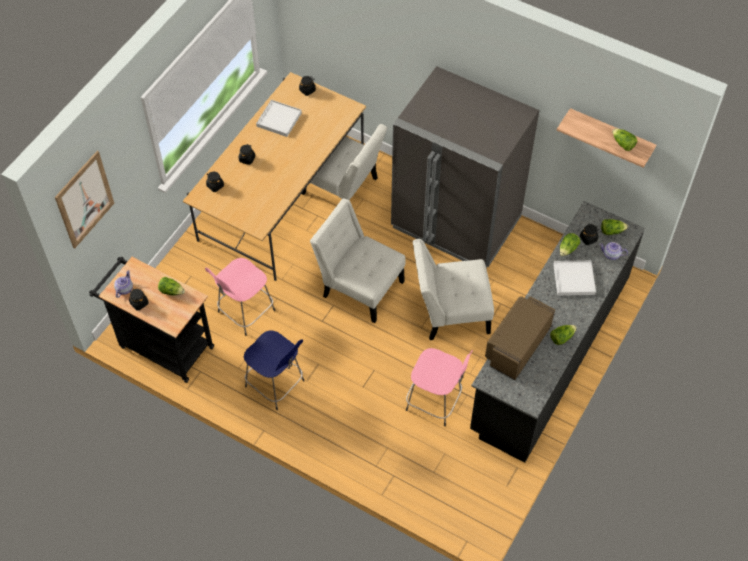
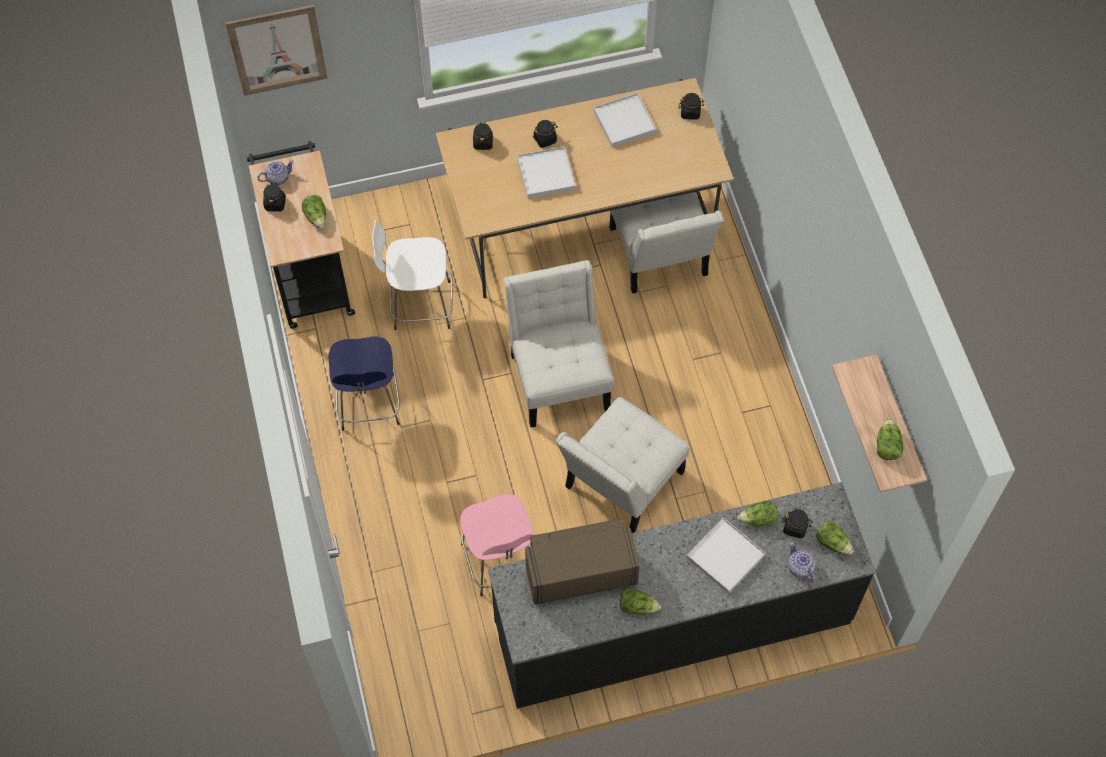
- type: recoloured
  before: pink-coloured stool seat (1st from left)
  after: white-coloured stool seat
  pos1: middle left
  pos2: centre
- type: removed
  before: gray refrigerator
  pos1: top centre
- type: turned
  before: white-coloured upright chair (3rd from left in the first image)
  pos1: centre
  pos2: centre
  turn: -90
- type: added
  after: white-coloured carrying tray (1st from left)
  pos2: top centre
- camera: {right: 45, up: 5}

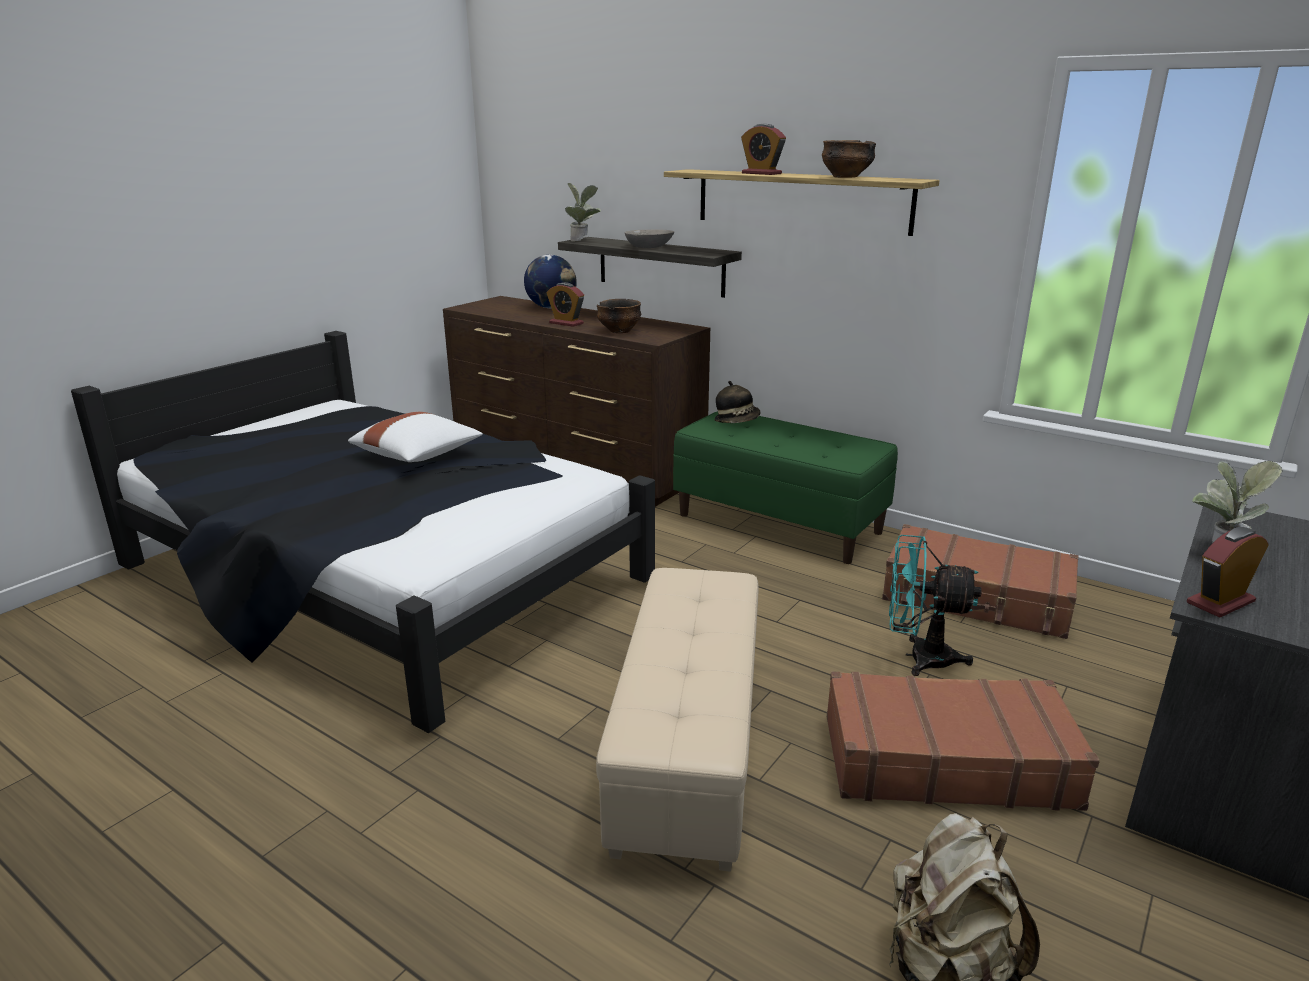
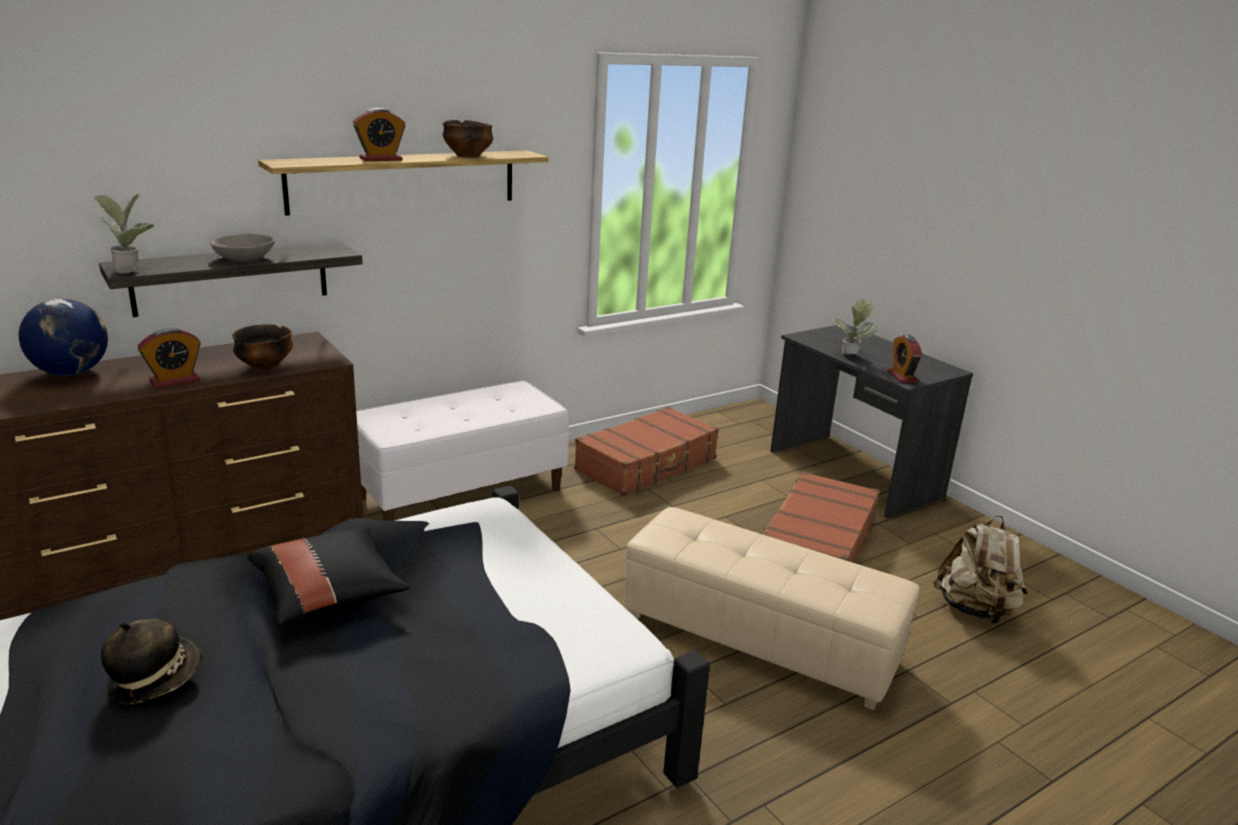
- type: recoloured
  before: white-coloured pillow
  after: black-coloured pillow
  pos1: middle left
  pos2: bottom left
- type: recoloured
  before: greenish indoor bench
  after: white-coloured indoor bench
  pos1: centre
  pos2: centre
- type: moved
  before: wearable hat
  pos1: centre
  pos2: bottom left
- type: removed
  before: turquoise electric fan
  pos1: middle right
- camera: {right: -70, up: 0}

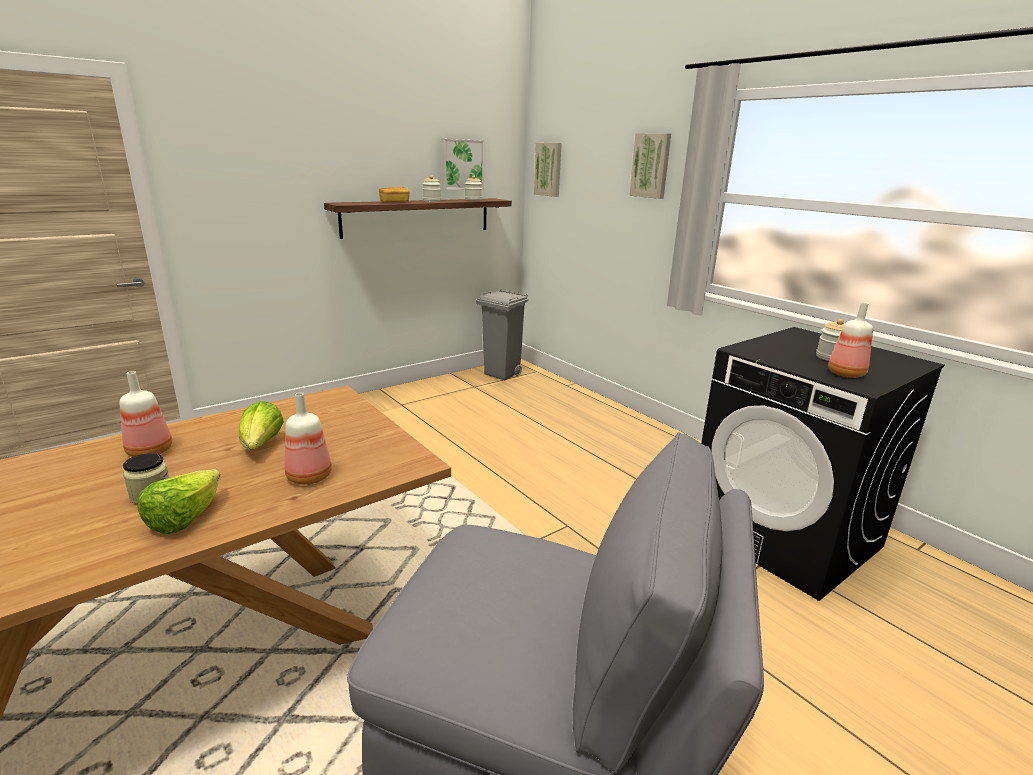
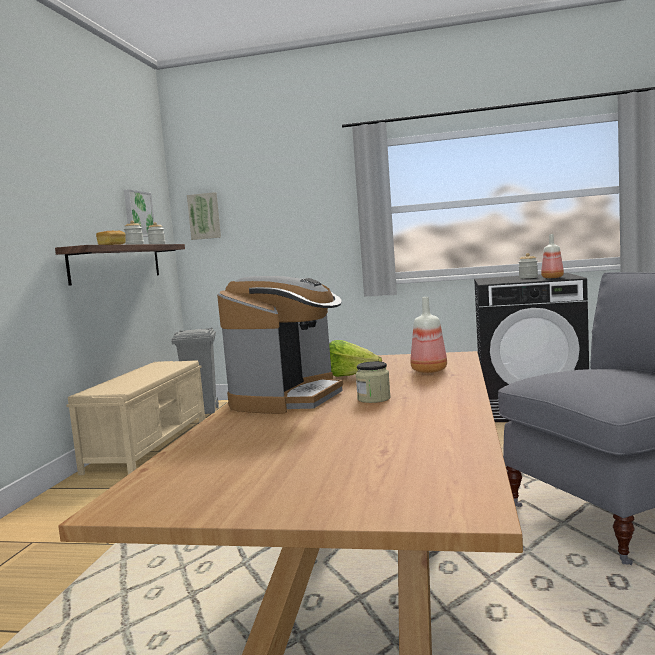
- type: replaced
  before: beverage bottle (1st from left)
  after: coffee machine
  pos1: middle left
  pos2: centre
- type: removed
  before: lettuce head (1st from left)
  pos1: middle left
- type: removed
  before: wall picture (3rd from left)
  pos1: top centre
- type: added
  after: sand-coloured indoor bench
  pos2: middle left
- camera: {right: -40, up: -15}

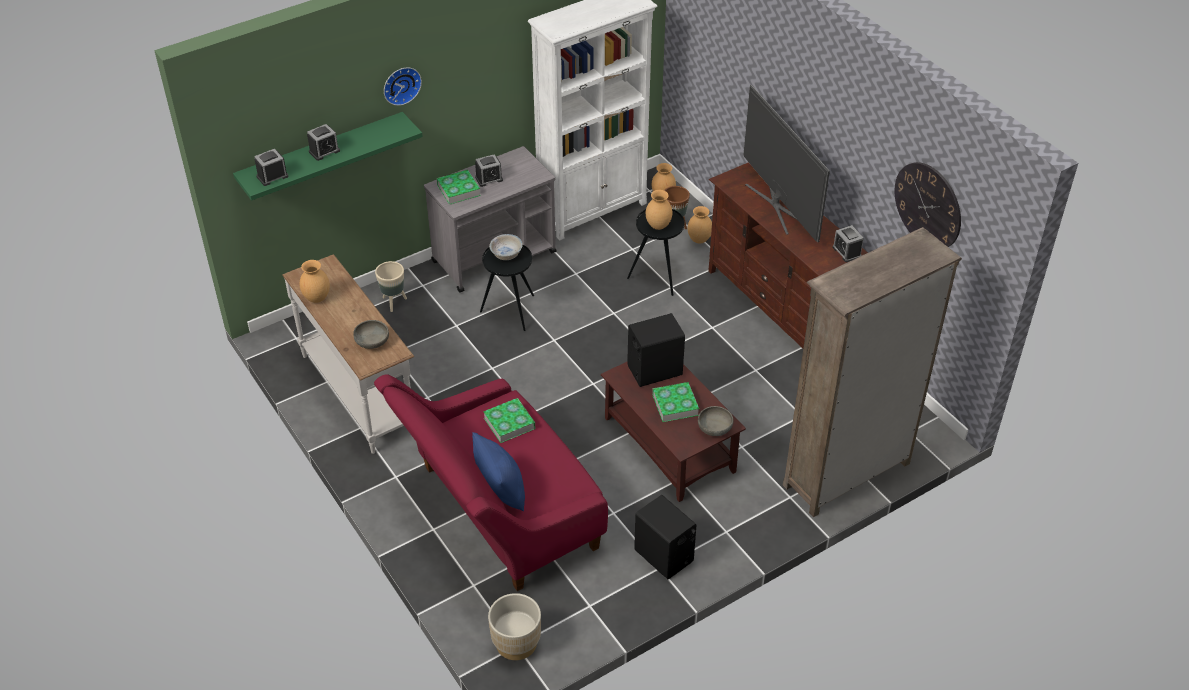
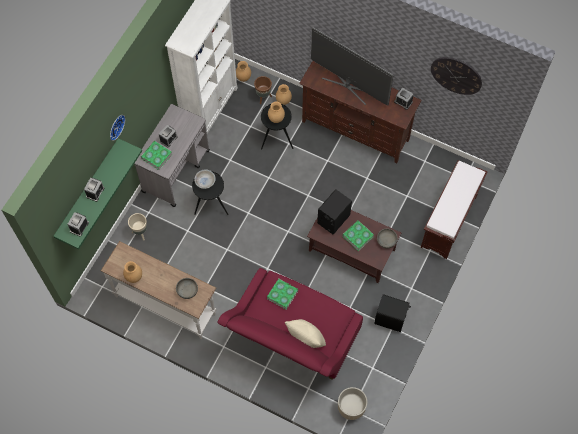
- type: recoloured
  before: blue-coloured pillow
  after: sand-coloured pillow
  pos1: bottom centre
  pos2: bottom centre
- type: replaced
  before: brown shelving unit
  after: brown indoor bench
  pos1: middle right
  pos2: middle right
- camera: {right: -30, up: 20}

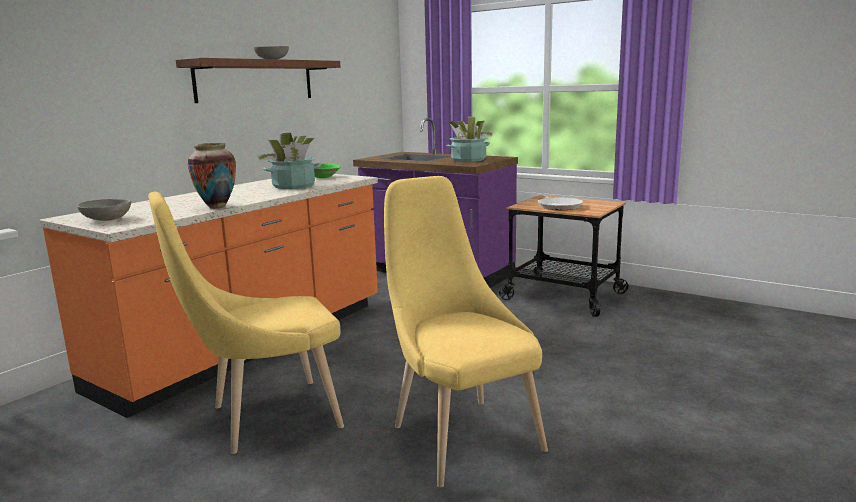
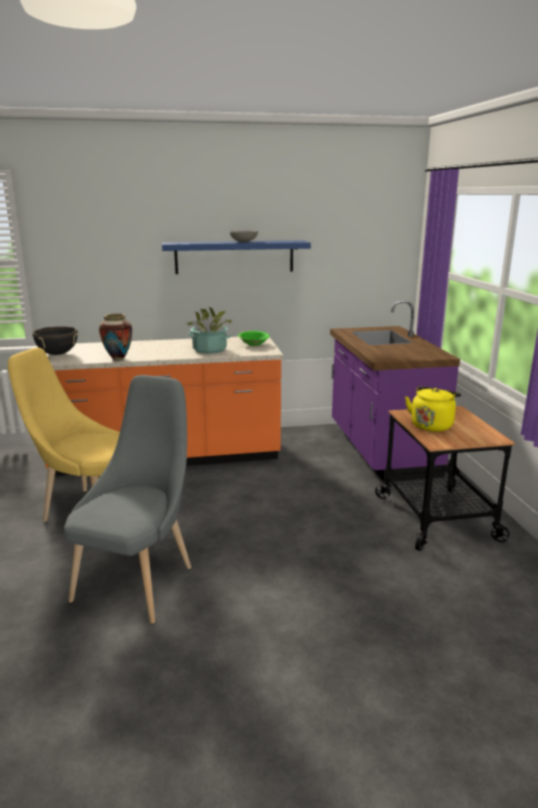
- type: replaced
  before: gray bowl (1st from left)
  after: black-coloured cooking pot
  pos1: middle left
  pos2: middle left
- type: recoloured
  before: brown wall shelf
  after: blue-coloured wall shelf
  pos1: top left
  pos2: top centre
- type: recoloured
  before: yellow upright chair (2nd from left)
  after: gray upright chair
  pos1: centre
  pos2: middle left
- type: removed
  before: potted plant (2nd from left)
  pos1: top centre
- type: replaced
  before: pan
  after: yellow kettle
  pos1: centre
  pos2: middle right
- camera: {right: 45, up: 5}

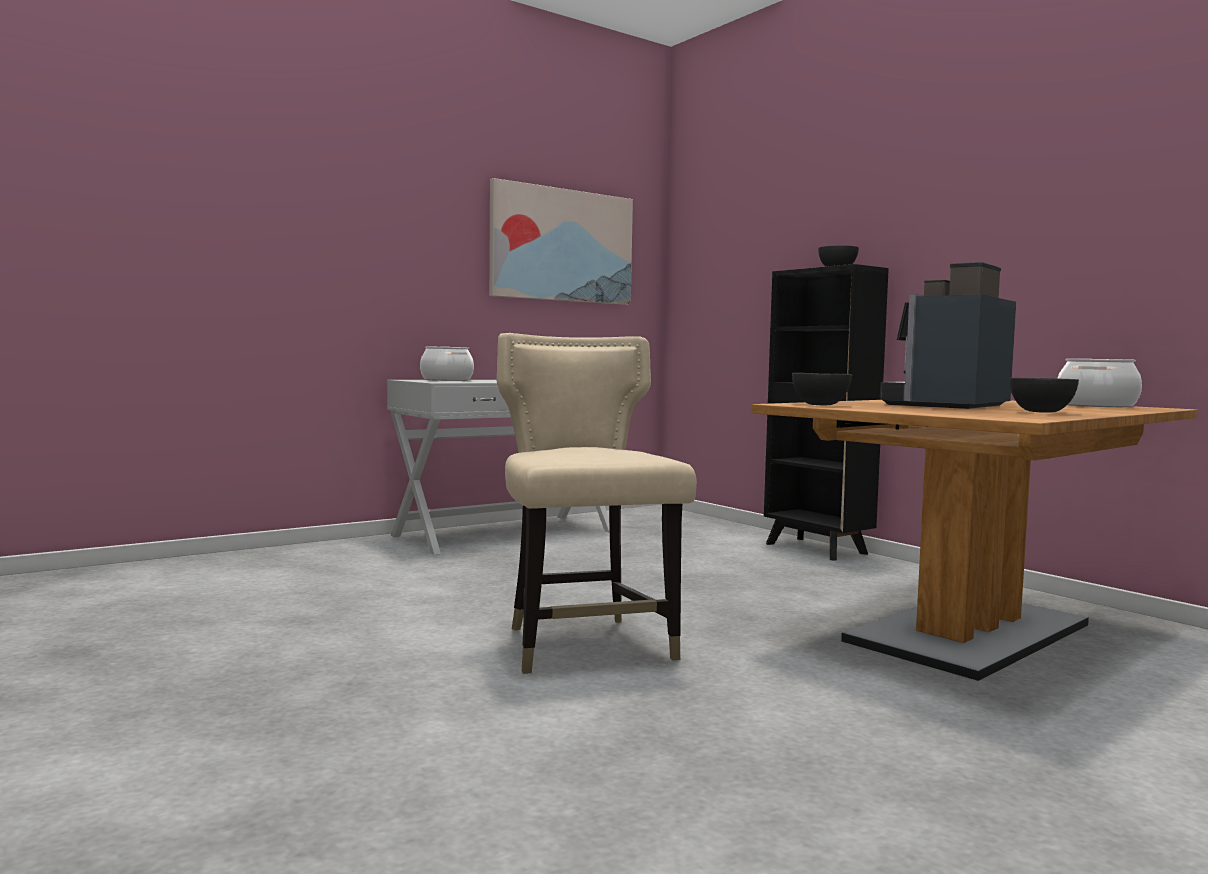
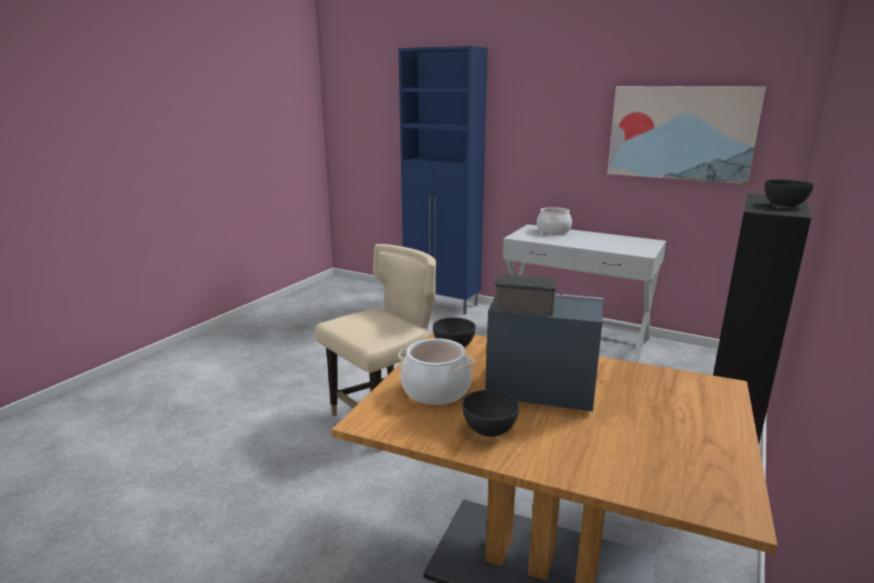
- type: moved
  before: cooking pot (2nd from left in the first image)
  after: cooking pot (1st from left)
  pos1: middle right
  pos2: centre
- type: added
  after: blue-coloured storage cabinet
  pos2: top centre
- camera: {right: 65, up: 15}

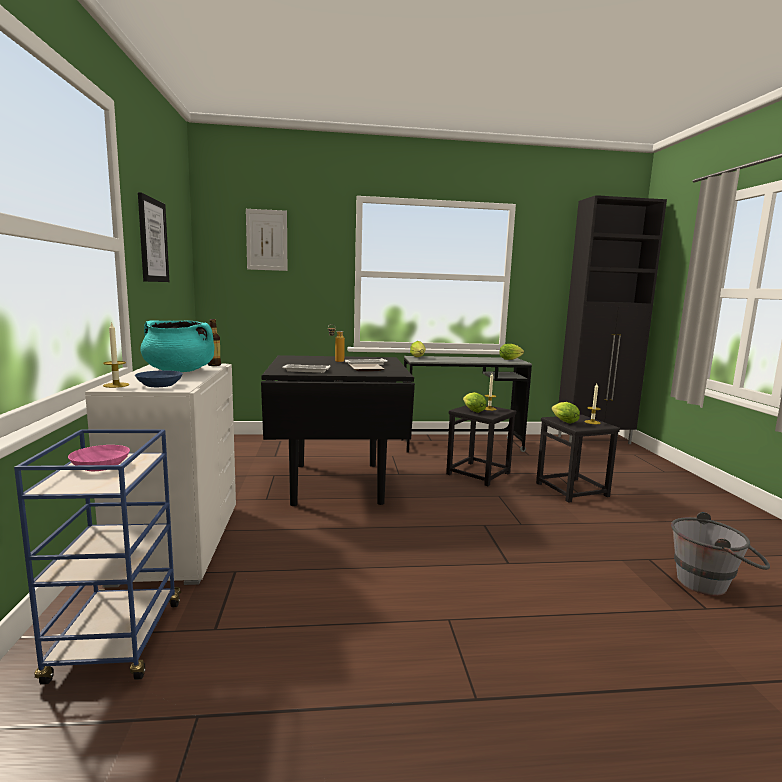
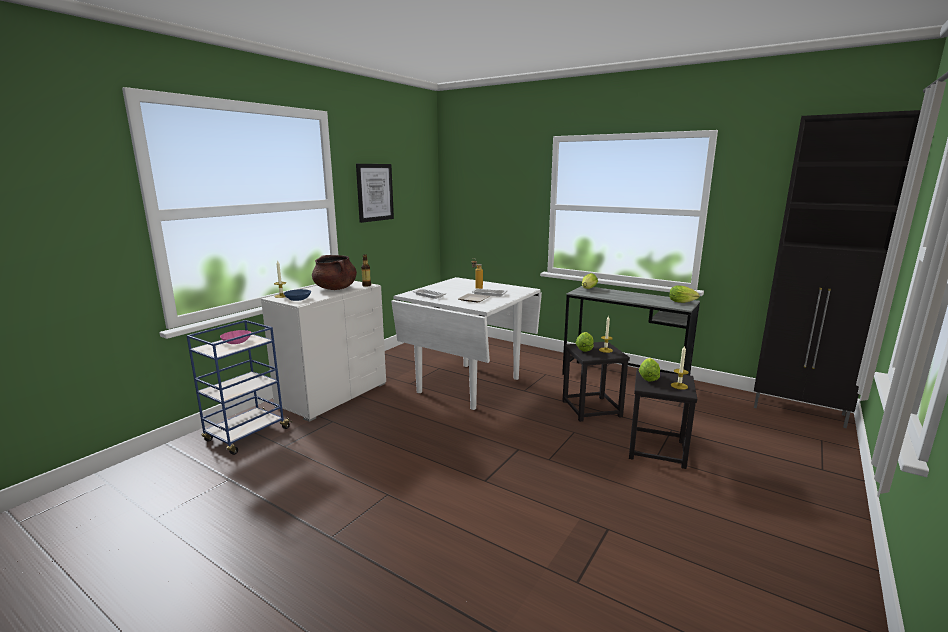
- type: recoloured
  before: turquoise cooking pot
  after: brown cooking pot
  pos1: middle left
  pos2: centre
- type: removed
  before: wall picture (2nd from left)
  pos1: top centre
- type: recoloured
  before: black-coloured dining table
  after: white-coloured dining table
  pos1: centre
  pos2: centre
- type: removed
  before: gray water bucket
  pos1: bottom right
- camera: {right: 40, up: 5}

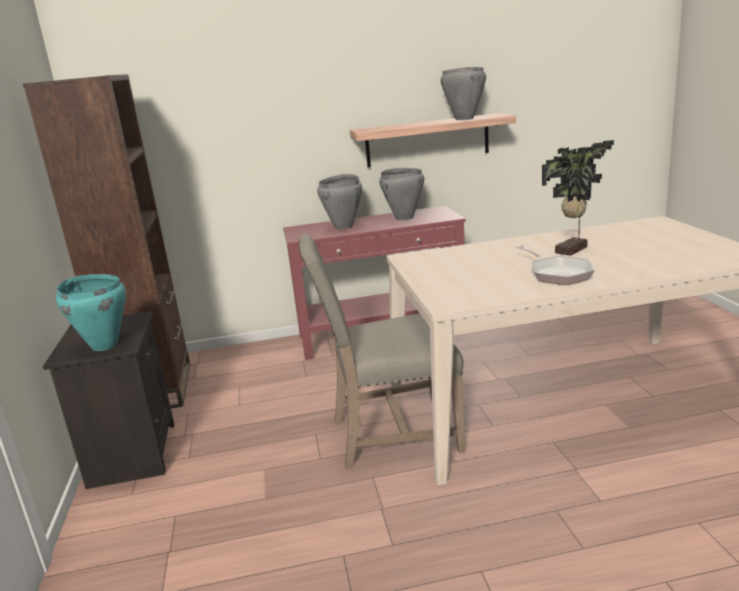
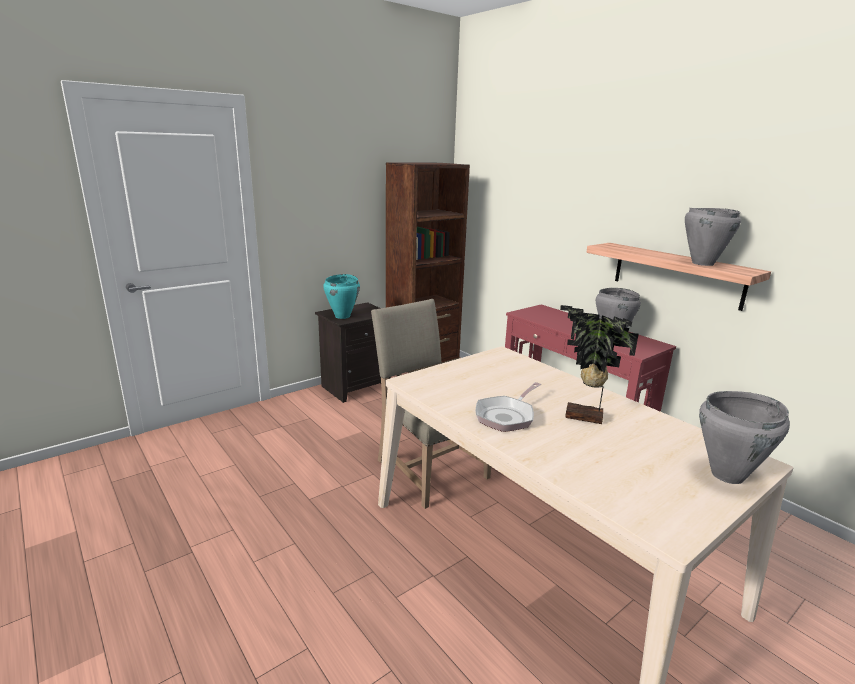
- type: moved
  before: gray cooking pot (1st from left in the first image)
  after: gray cooking pot (3rd from left)
  pos1: centre
  pos2: middle right
- camera: {right: 60, up: 0}

